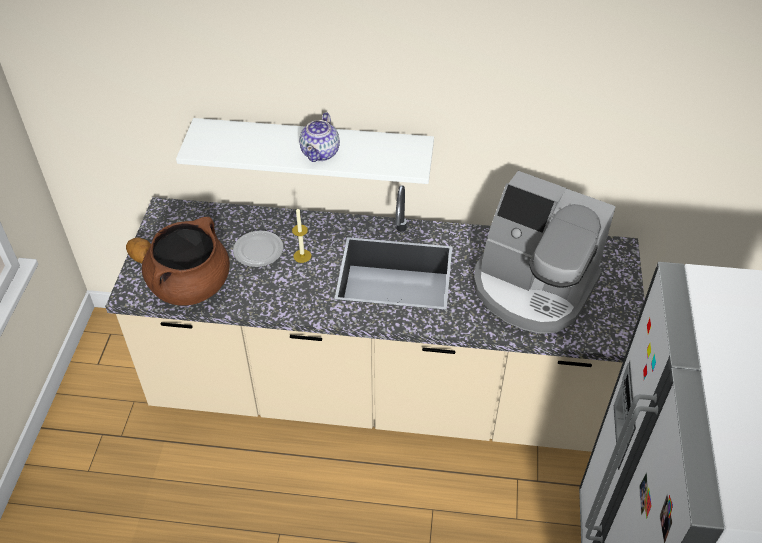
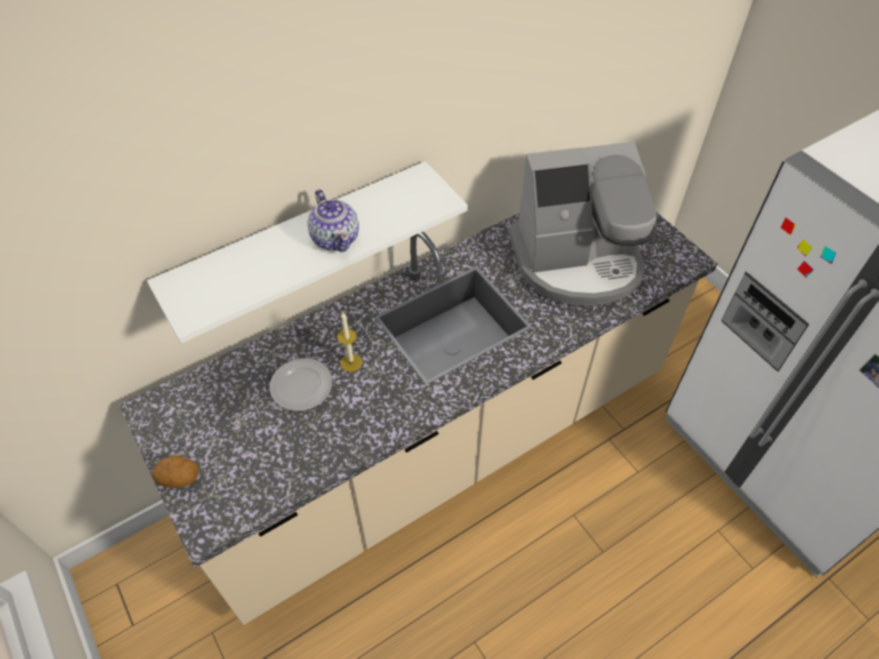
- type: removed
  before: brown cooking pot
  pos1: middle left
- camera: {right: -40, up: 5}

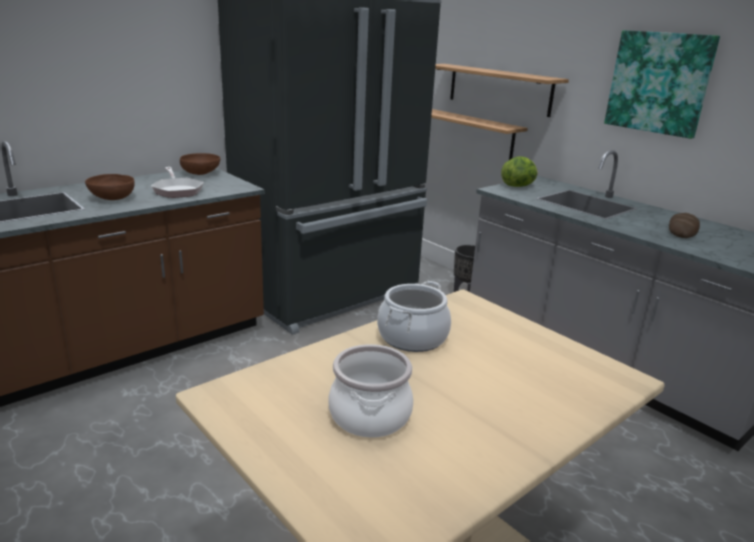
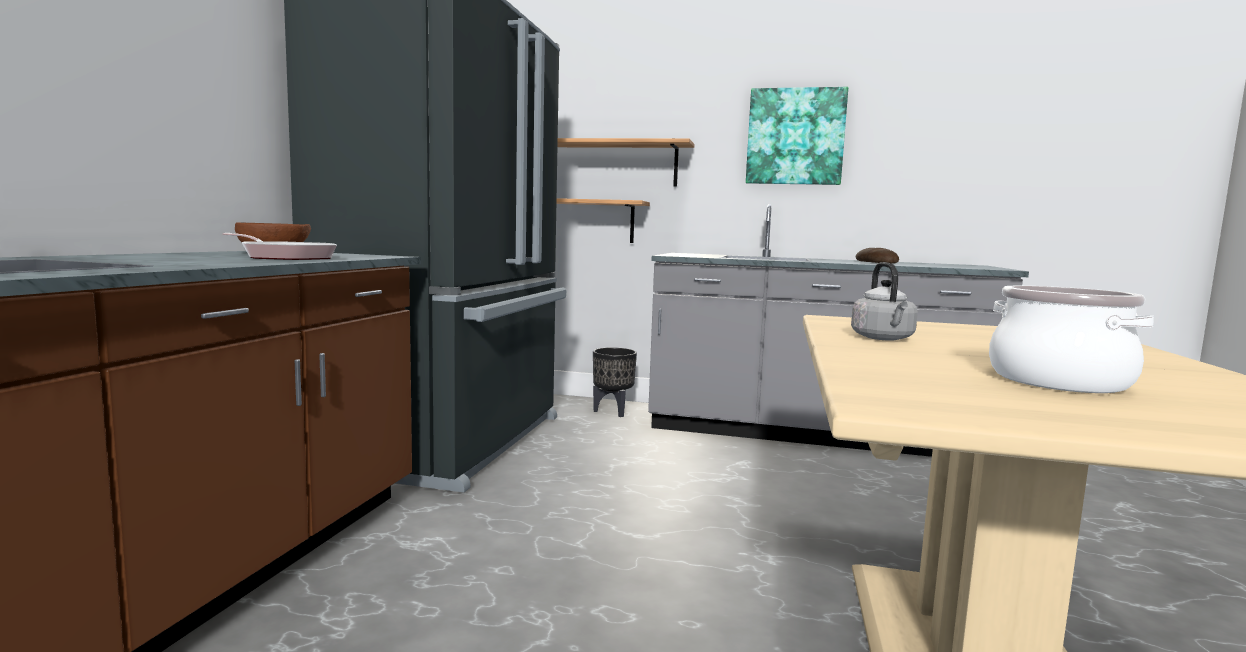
- type: removed
  before: brown bowl (1st from left)
  pos1: middle left
- type: replaced
  before: cooking pot (2nd from left)
  after: gray kettle
  pos1: centre
  pos2: middle right
- type: removed
  before: lettuce head
  pos1: top right
- camera: {right: -35, up: -15}

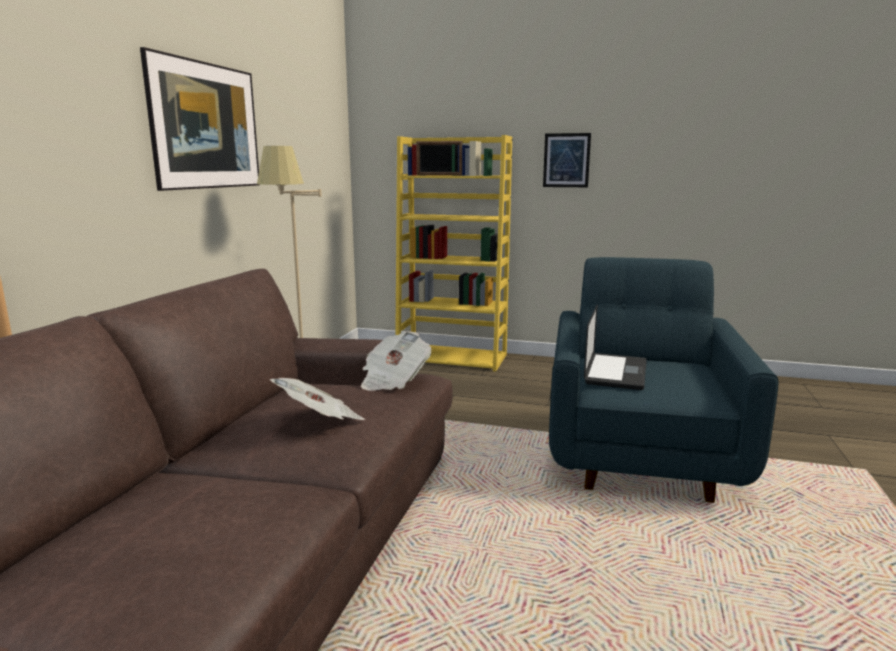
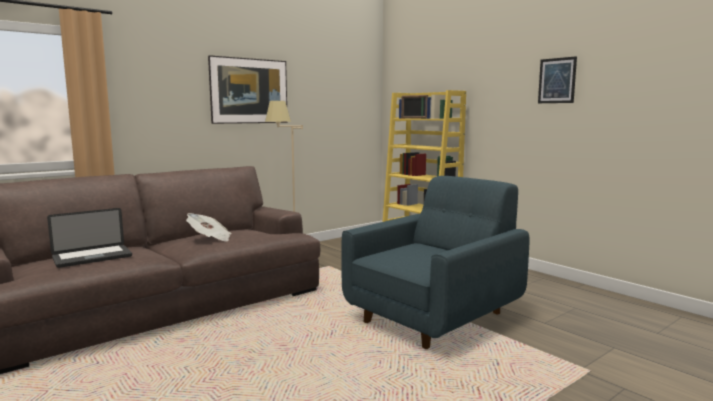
- type: removed
  before: printed paper (2nd from left)
  pos1: centre
- type: moved
  before: wall picture (2nd from left)
  pos1: top centre
  pos2: top right
- type: moved
  before: portable computer
  pos1: middle right
  pos2: middle left
- camera: {right: 35, up: -5}

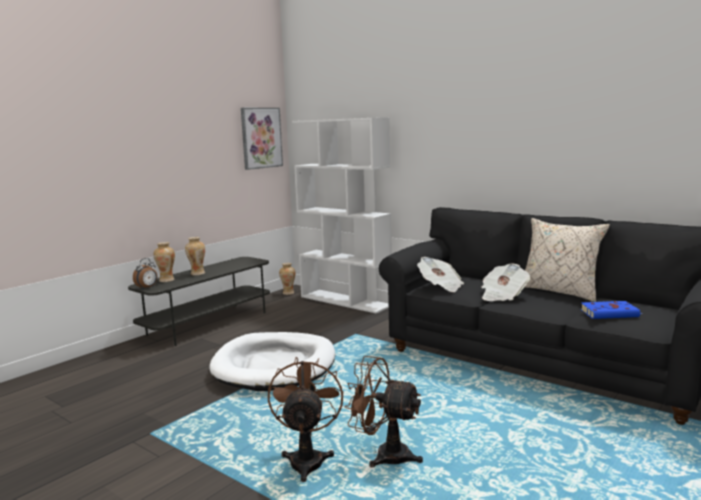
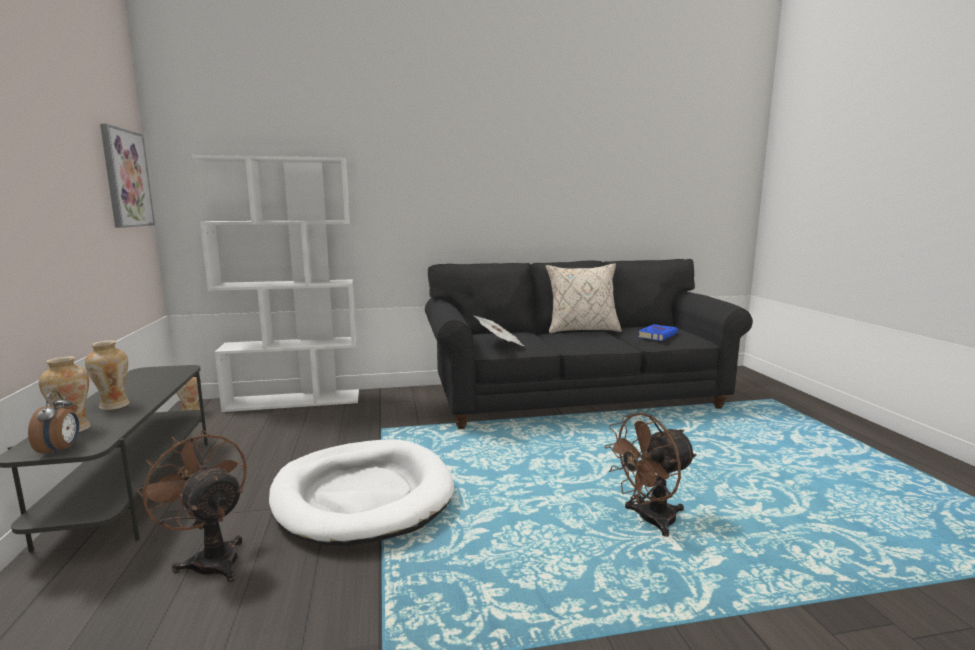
- type: moved
  before: brown electric fan (1st from left)
  pos1: bottom centre
  pos2: bottom left
- type: removed
  before: printed paper (2nd from left)
  pos1: middle right
- camera: {right: -50, up: 0}

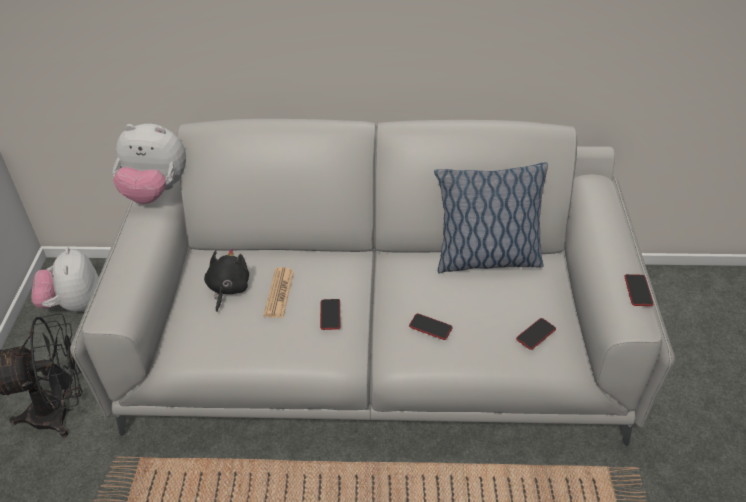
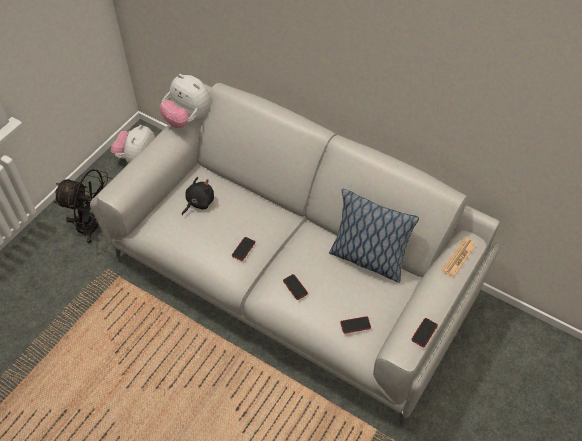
- type: moved
  before: printed paper
  pos1: centre
  pos2: middle right
- camera: {right: 30, up: 10}

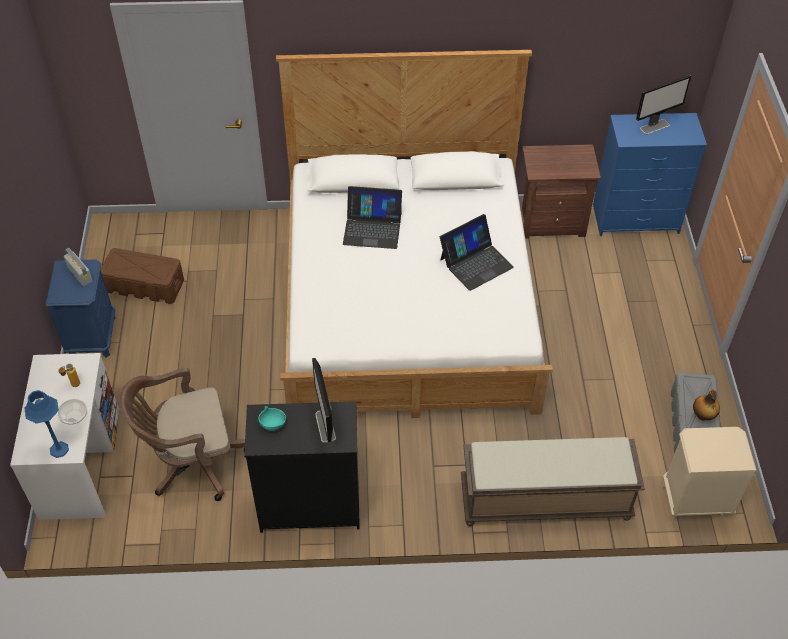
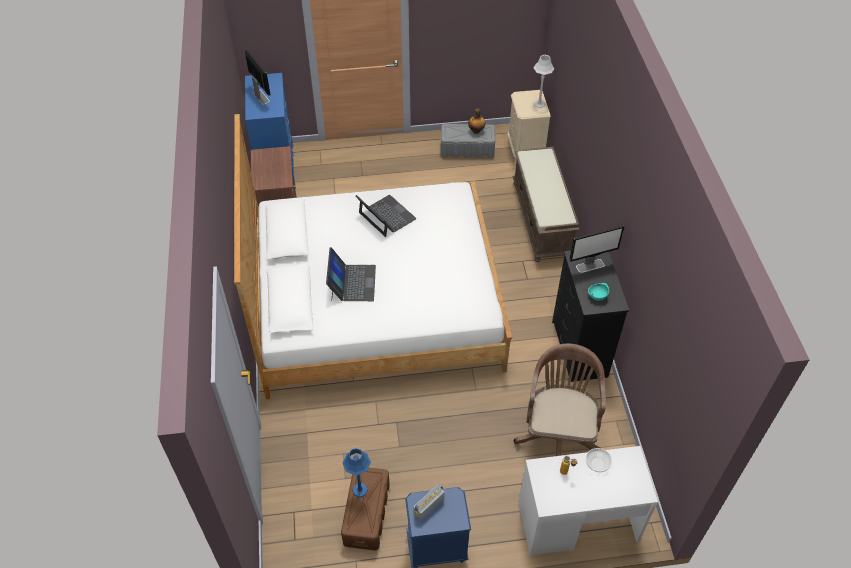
- type: moved
  before: blue-coloured tabletop lamp
  pos1: middle left
  pos2: bottom centre
- type: turned
  before: brown office chair
  pos1: bottom left
  pos2: bottom centre
  turn: -150
- type: added
  after: gray tabletop lamp
  pos2: top centre
- camera: {right: -95, up: 0}

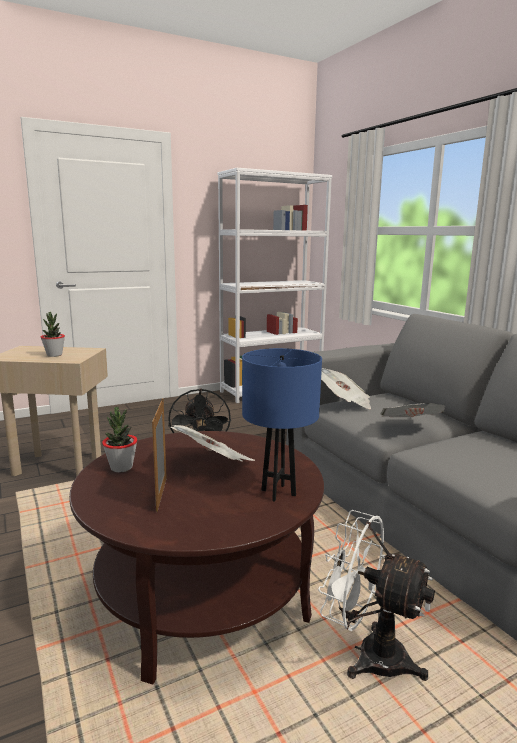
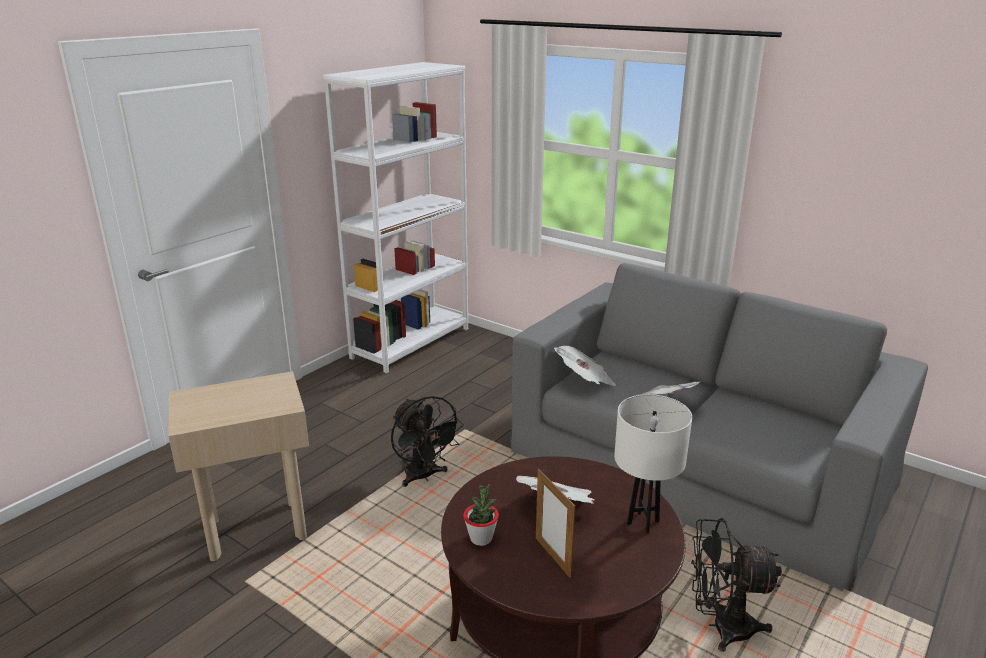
- type: removed
  before: potted plant (1st from left)
  pos1: middle left
- type: recoloured
  before: blue-coloured tabletop lamp
  after: white-coloured tabletop lamp
  pos1: centre
  pos2: bottom centre
- type: recoloured
  before: white-coloured electric fan
  after: black-coloured electric fan (2nd from left)
  pos1: bottom right
  pos2: bottom right
- camera: {right: -25, up: 10}

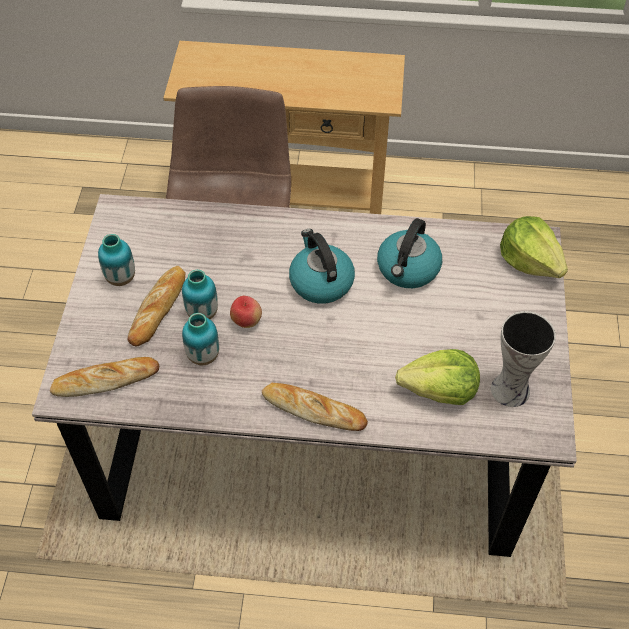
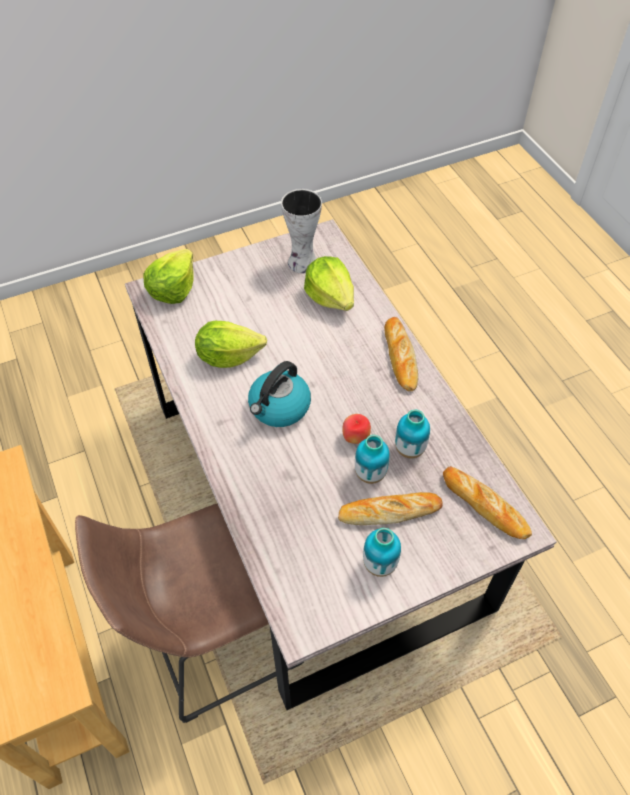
- type: replaced
  before: kettle (2nd from left)
  after: lettuce head (2nd from left)
  pos1: centre
  pos2: centre
- camera: {right: -120, up: 0}

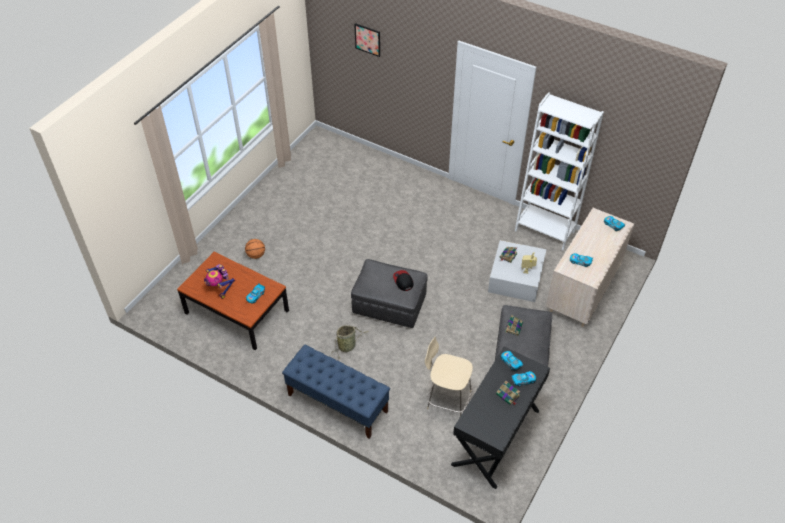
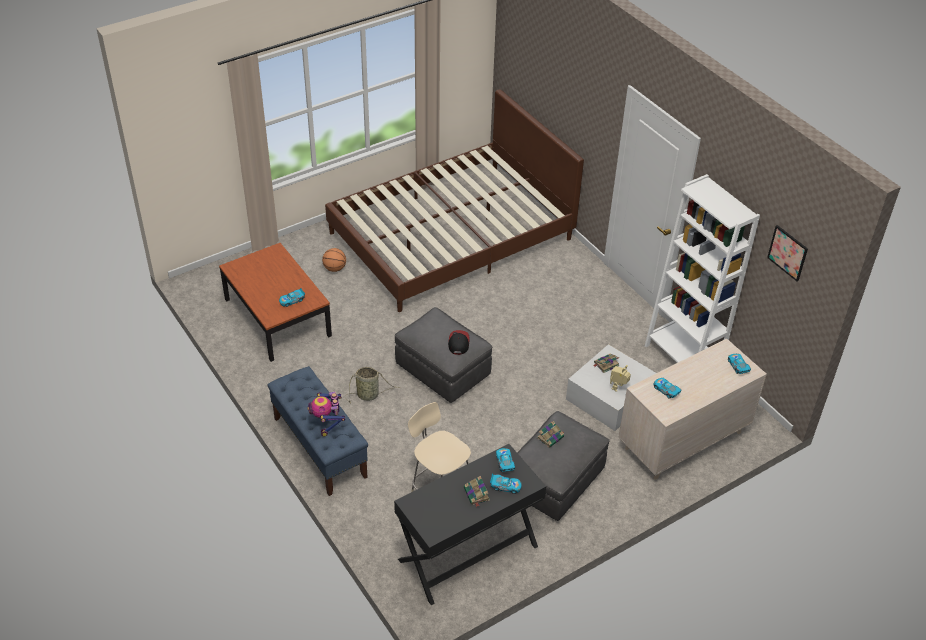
- type: moved
  before: toy robot (1st from left)
  pos1: middle left
  pos2: centre
- type: moved
  before: wall picture
  pos1: top centre
  pos2: middle right
- type: added
  after: brown bed
  pos2: top centre
- camera: {right: 25, up: -5}

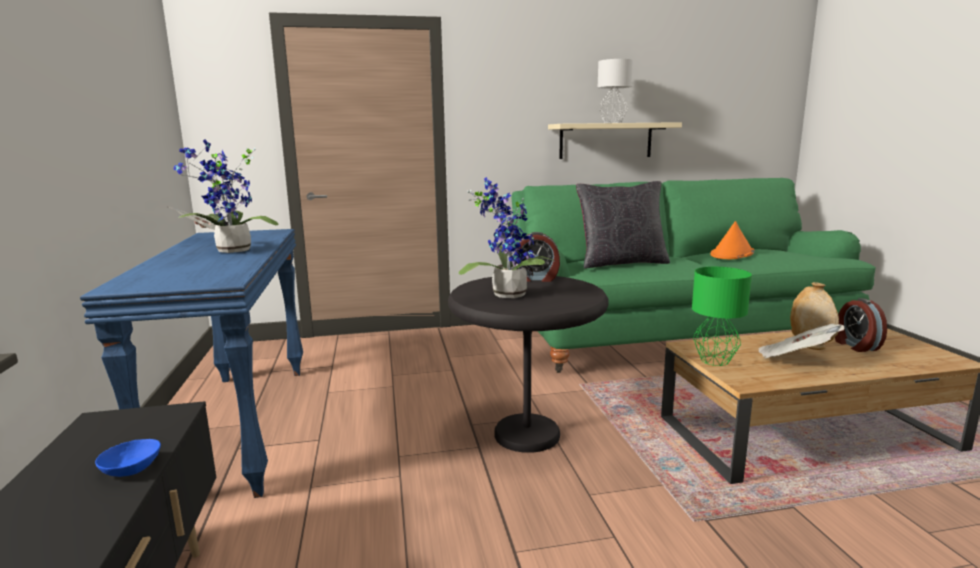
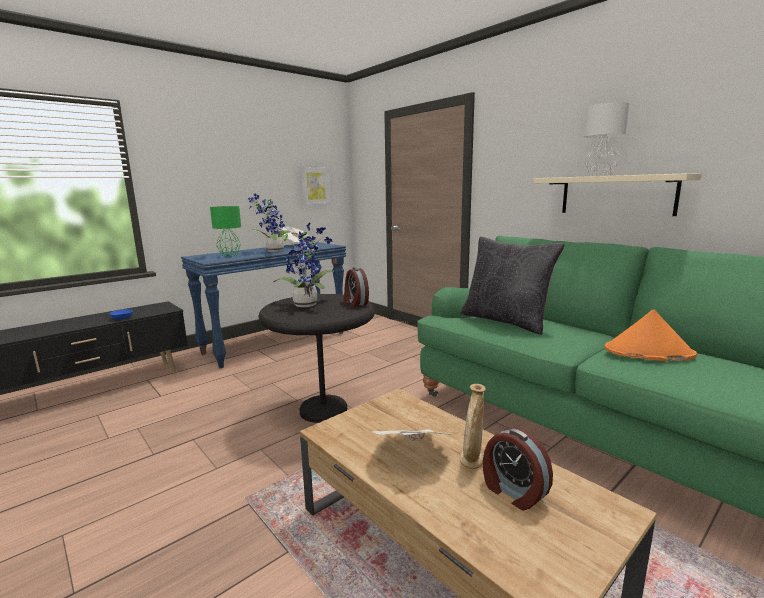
- type: moved
  before: greenish tabletop lamp
  pos1: middle right
  pos2: middle left
- type: turned
  before: table clock (2nd from left)
  pos1: middle right
  pos2: bottom right
  turn: -90
- type: added
  after: wall picture
  pos2: top centre
- camera: {right: 60, up: 0}

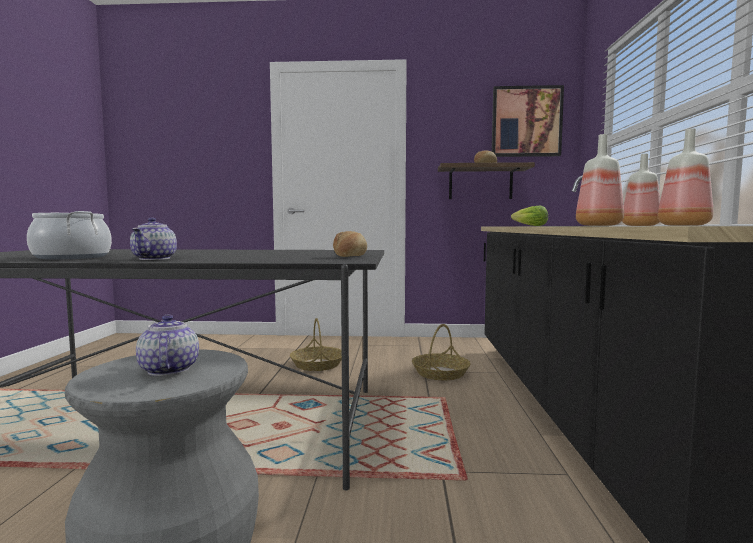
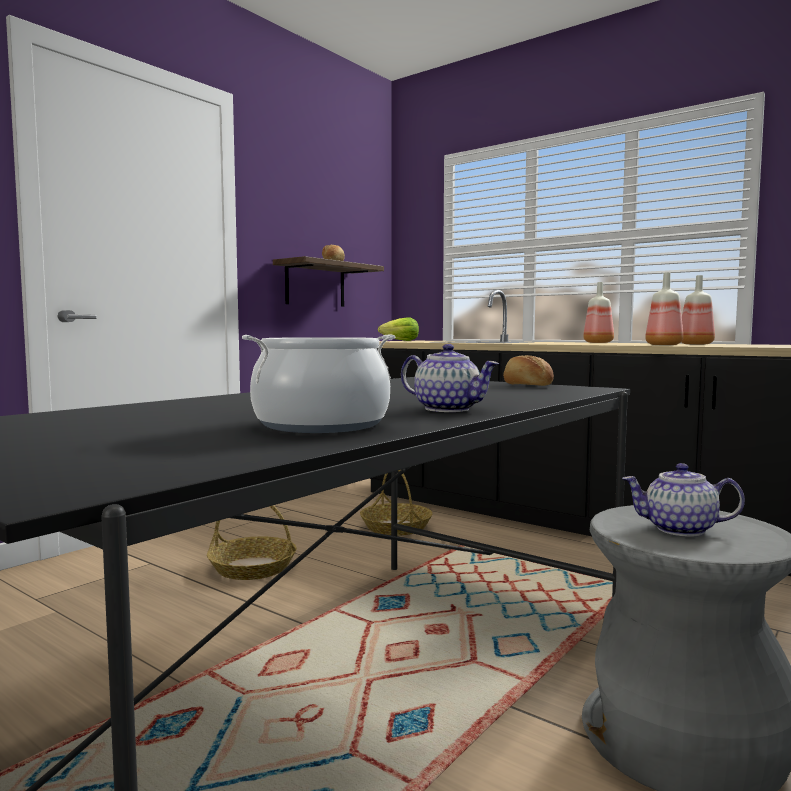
- type: removed
  before: wall picture
  pos1: top right
- camera: {right: -55, up: 0}

